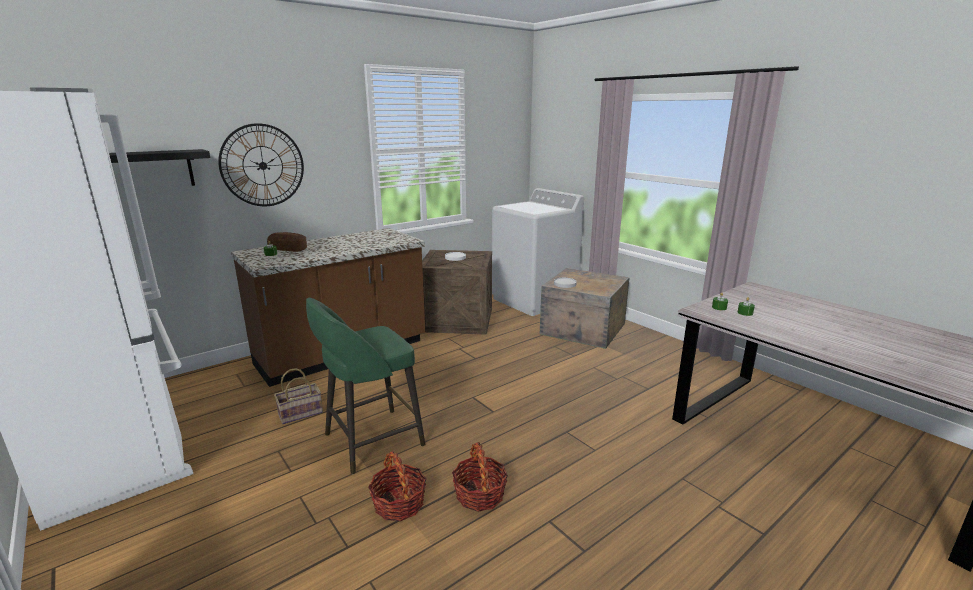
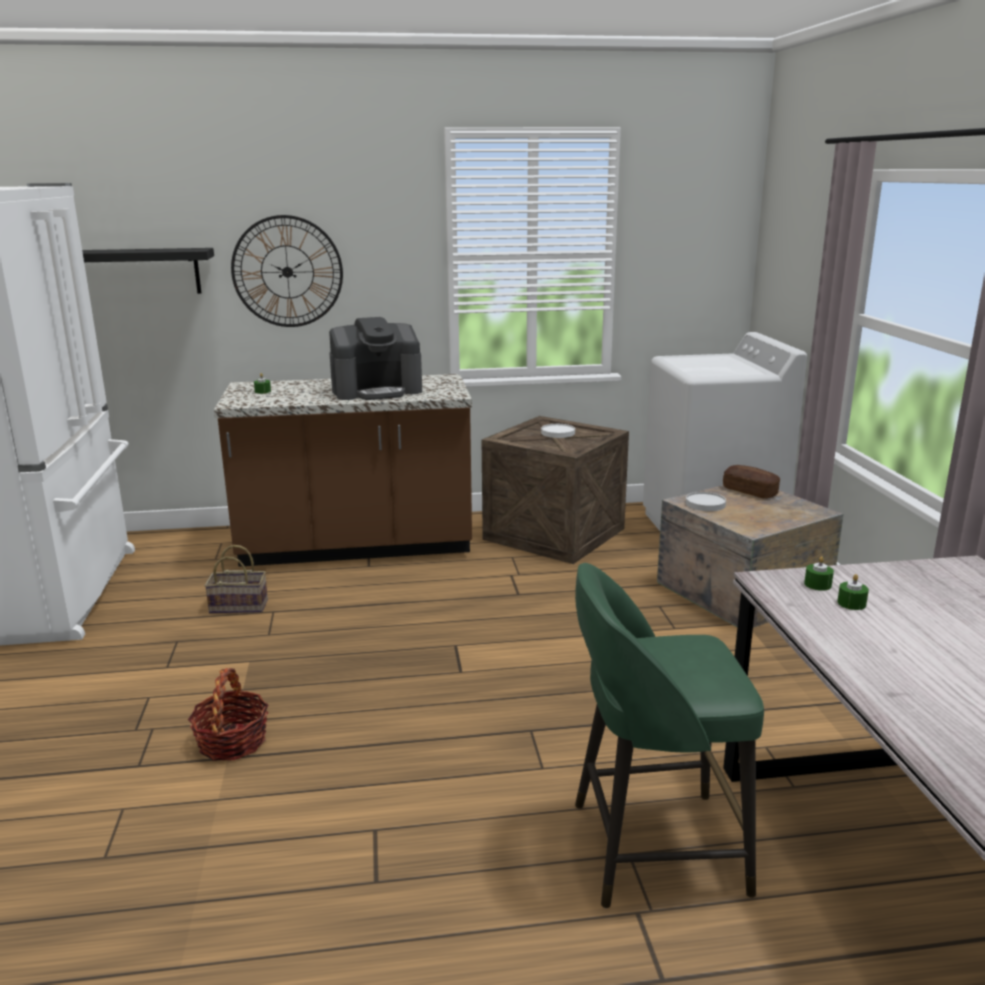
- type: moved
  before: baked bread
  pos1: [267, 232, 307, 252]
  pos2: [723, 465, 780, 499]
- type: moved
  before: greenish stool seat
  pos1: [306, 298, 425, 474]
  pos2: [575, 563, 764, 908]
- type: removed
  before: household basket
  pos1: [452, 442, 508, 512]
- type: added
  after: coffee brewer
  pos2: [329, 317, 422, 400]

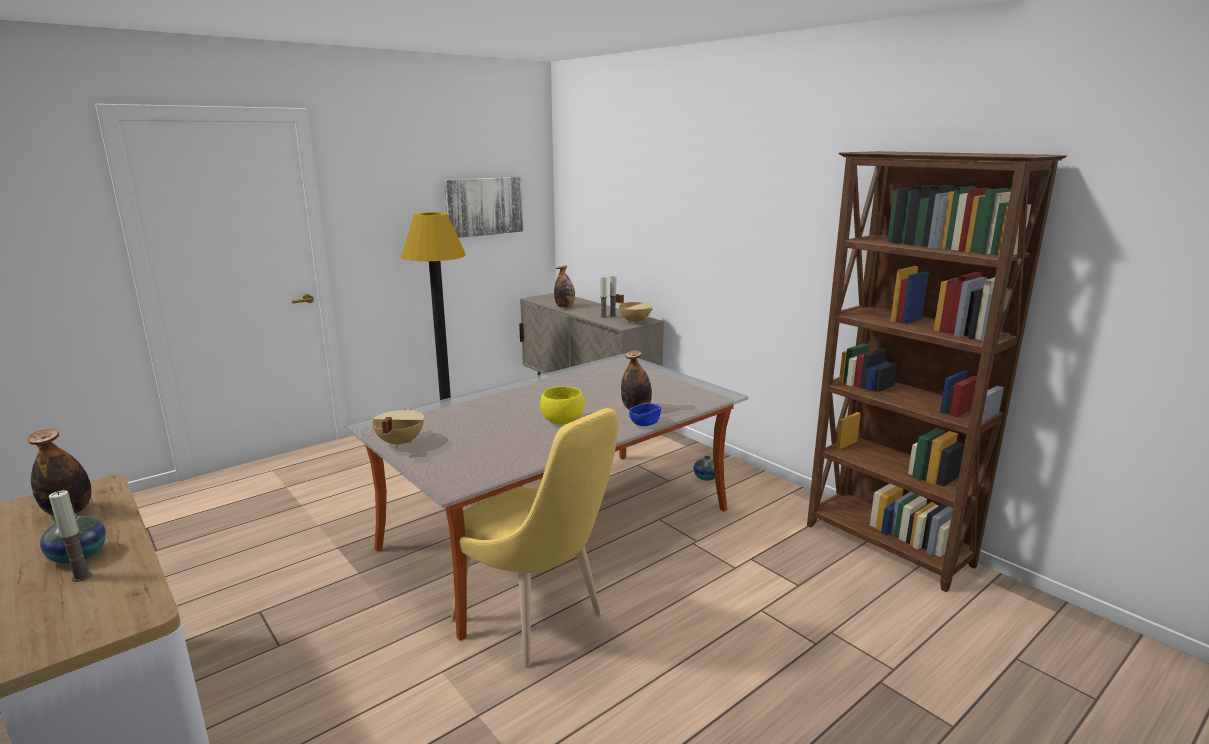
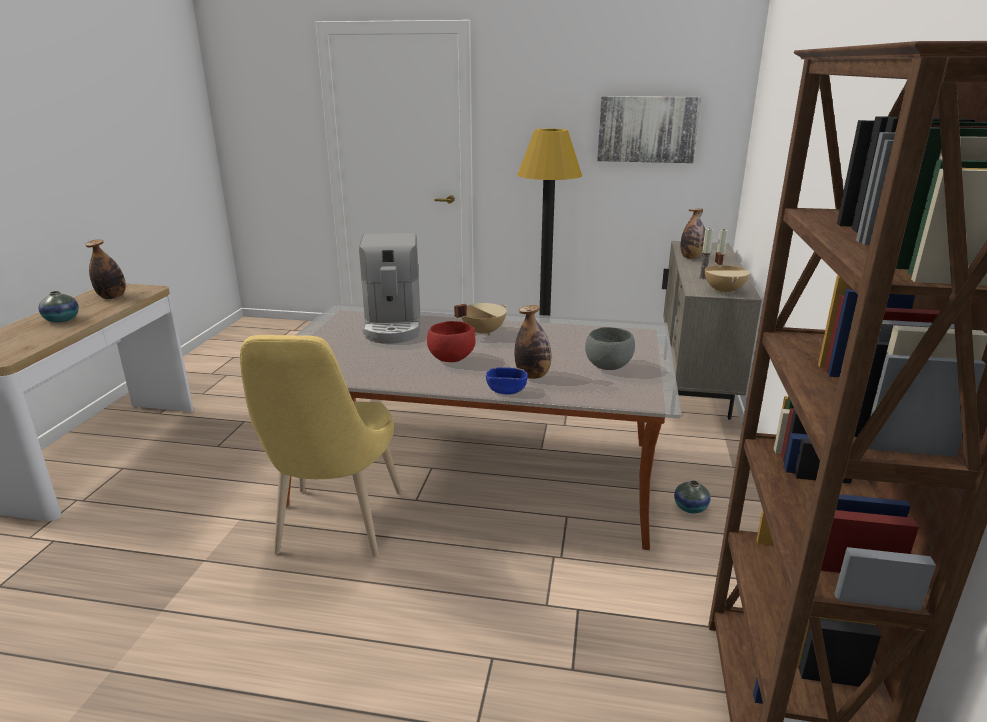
- type: recoloured
  before: yellow-coloured bowl
  after: reddish bowl
  pos1: [540, 387, 585, 425]
  pos2: [427, 321, 476, 362]
- type: moved
  before: sand-coloured stockpot
  pos1: [372, 408, 424, 448]
  pos2: [454, 303, 507, 336]
- type: removed
  before: wax candle
  pos1: [49, 490, 92, 582]
- type: added
  after: coffee brewer
  pos2: [359, 233, 420, 344]
- type: added
  after: grey bowl
  pos2: [585, 327, 635, 370]

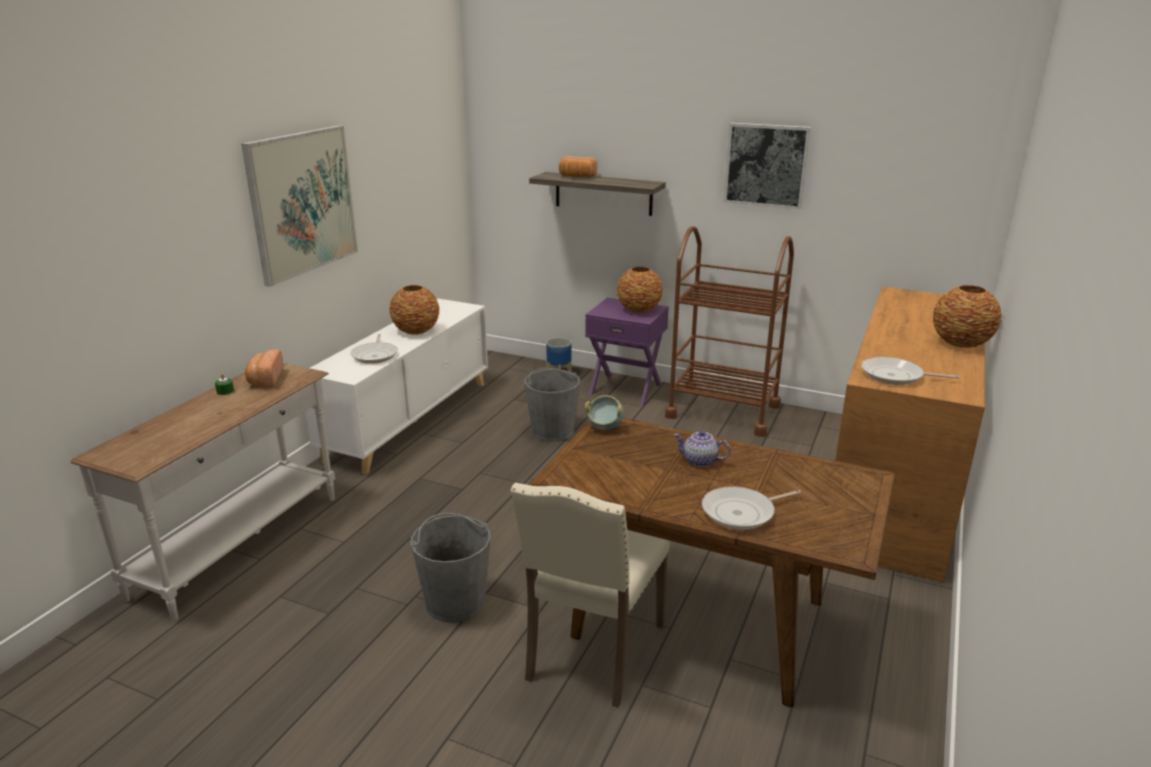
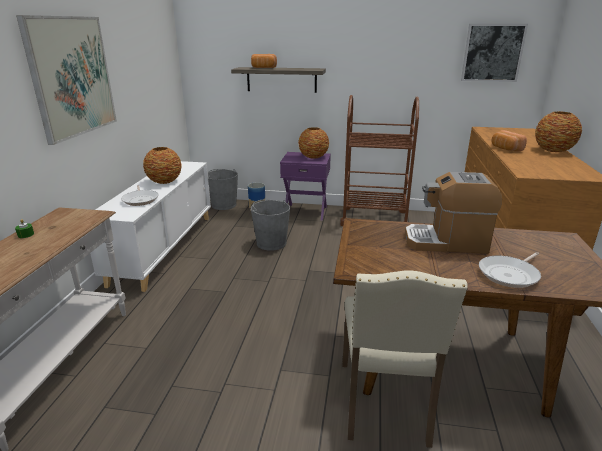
- type: moved
  before: wall art
  pos1: [724, 123, 811, 210]
  pos2: [461, 24, 528, 82]
- type: moved
  before: baked bread
  pos1: [245, 349, 283, 388]
  pos2: [491, 130, 527, 152]
- type: removed
  before: pan
  pos1: [861, 357, 960, 385]
- type: removed
  before: bowl
  pos1: [585, 395, 623, 430]
- type: replaced
  before: pot for tea
  after: coffee brewer
  pos1: [673, 431, 730, 467]
  pos2: [405, 172, 502, 254]
- type: moved
  before: grey pail
  pos1: [411, 513, 490, 623]
  pos2: [208, 169, 238, 210]

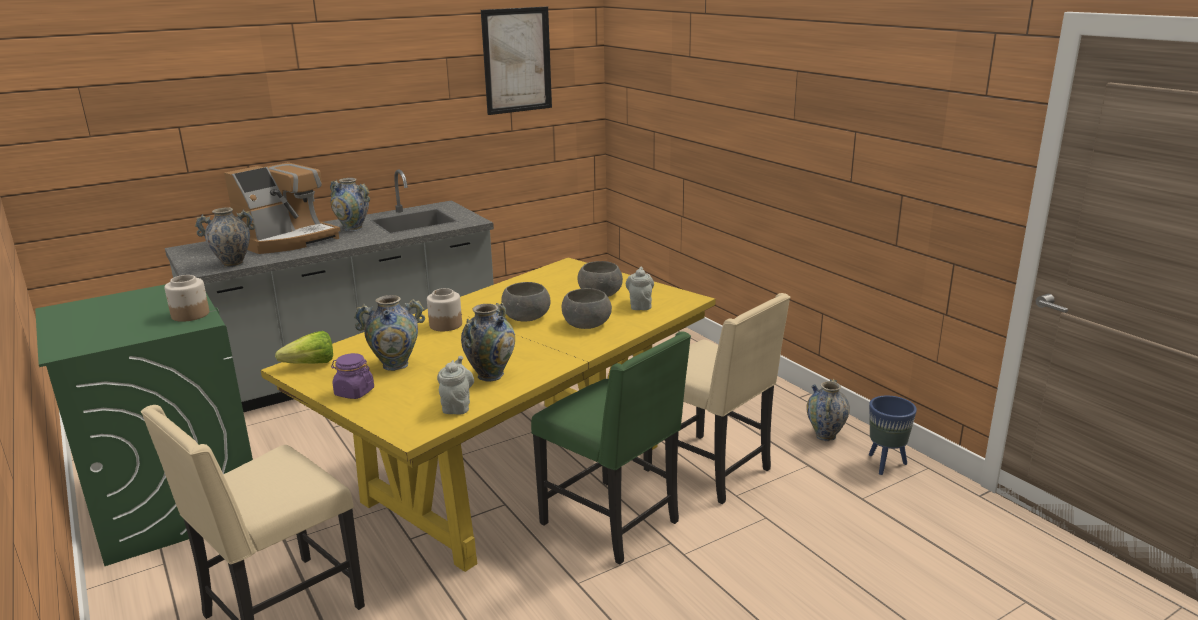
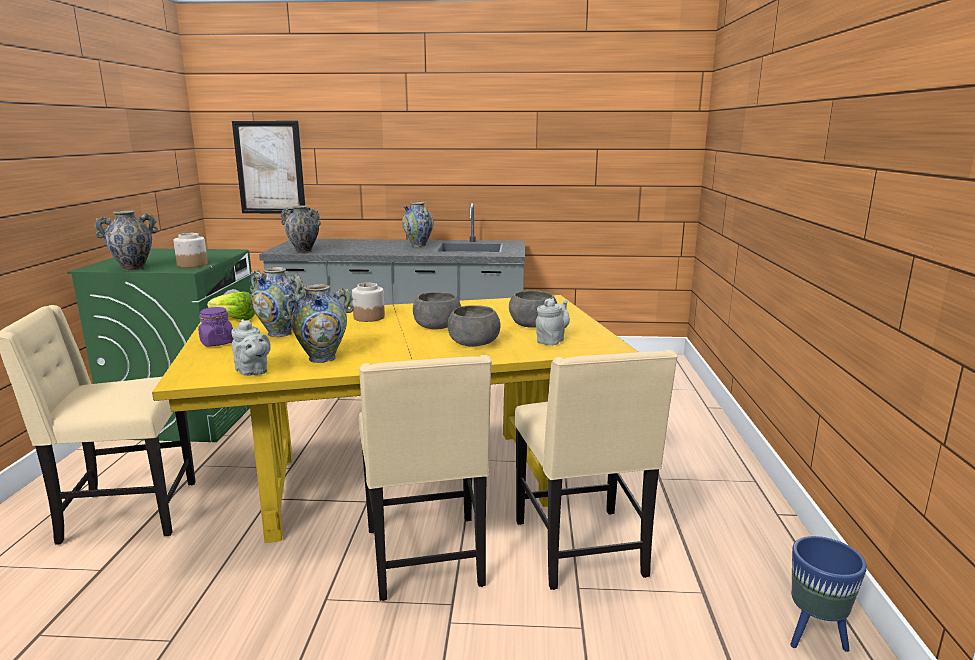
- type: moved
  before: wall art
  pos1: [481, 6, 552, 115]
  pos2: [232, 121, 305, 214]
- type: removed
  before: coffee brewer
  pos1: [224, 162, 340, 254]
- type: recoloured
  before: greenish upright chair
  after: sand-coloured upright chair
  pos1: [531, 331, 691, 565]
  pos2: [359, 355, 492, 601]
- type: turned
  before: grey pot for tea
  pos1: [437, 356, 474, 415]
  pos2: [231, 319, 271, 376]
  turn: 105
- type: moved
  before: decorative vase
  pos1: [807, 379, 850, 441]
  pos2: [94, 210, 158, 271]

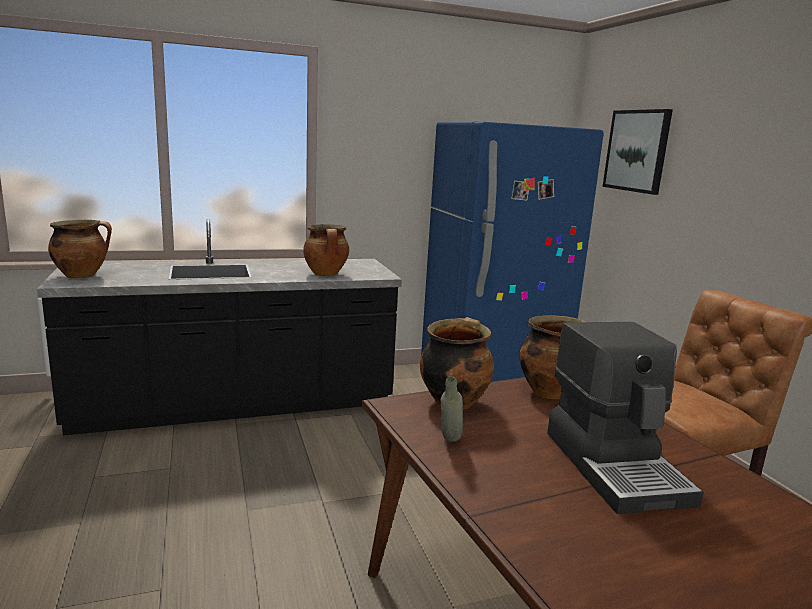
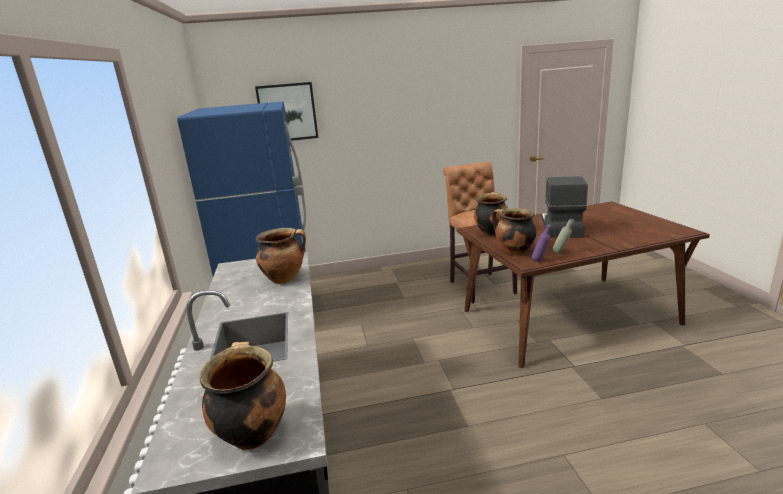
- type: turned
  before: coffee brewer
  pos1: [547, 322, 703, 514]
  pos2: [542, 176, 588, 238]
  turn: -75
- type: added
  after: purple beverage bottle
  pos2: [531, 224, 552, 262]

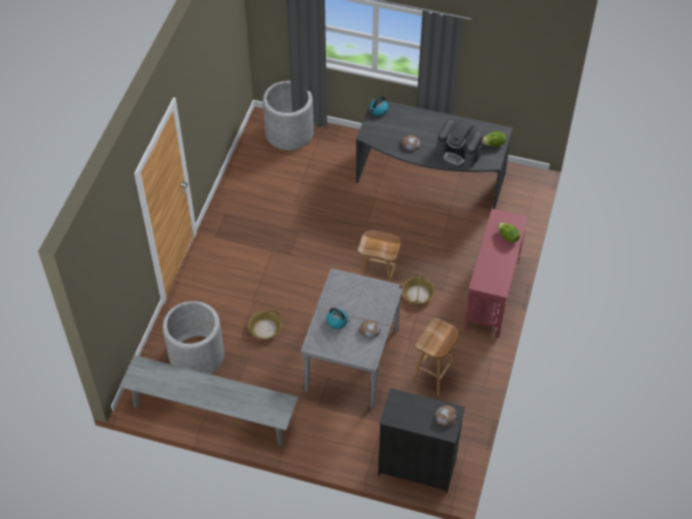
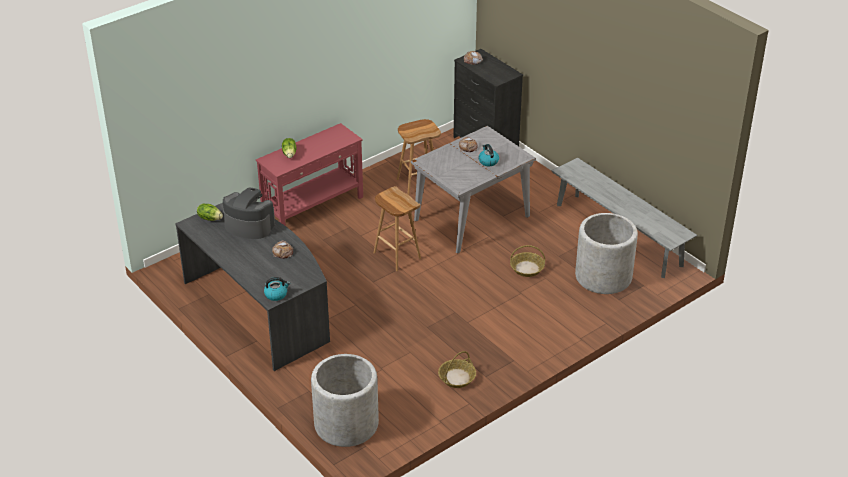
- type: turned
  before: coffee brewer
  pos1: [436, 119, 483, 168]
  pos2: [223, 187, 275, 239]
  turn: -45
- type: moved
  before: household basket
  pos1: [402, 272, 435, 305]
  pos2: [438, 351, 476, 388]

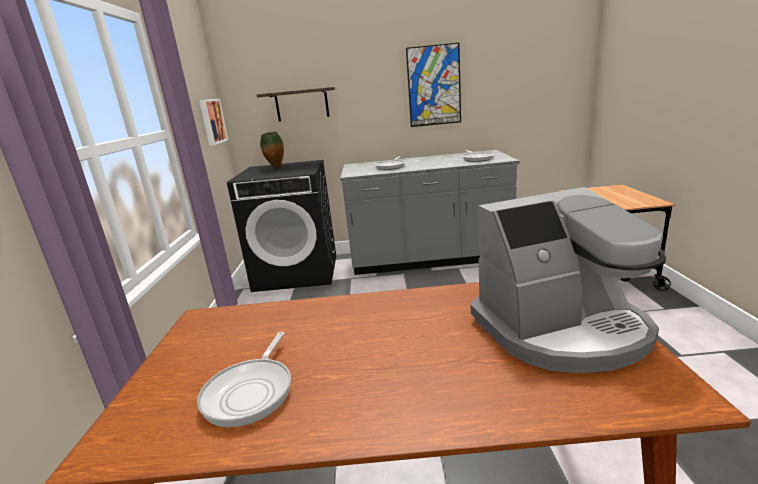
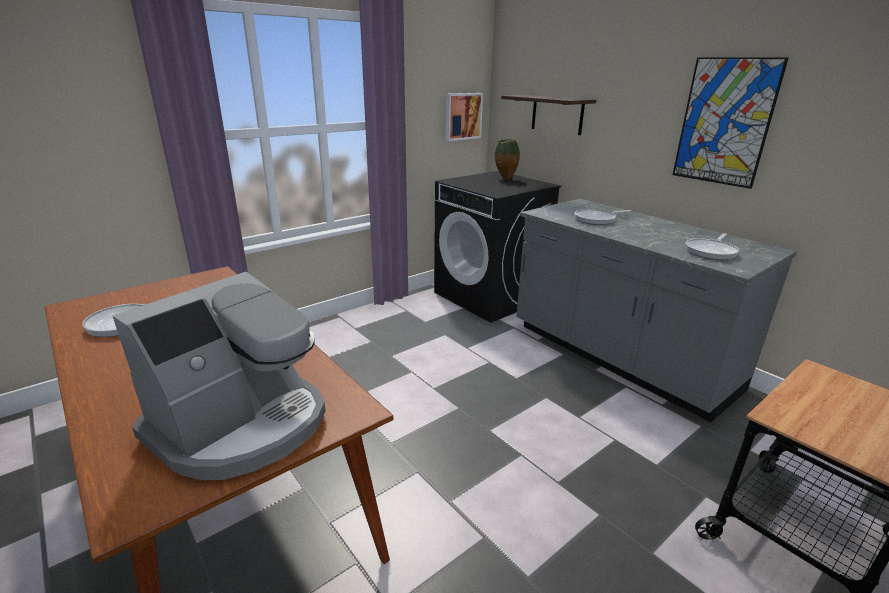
- type: turned
  before: coffee brewer
  pos1: [471, 187, 666, 373]
  pos2: [113, 272, 326, 480]
  turn: -90

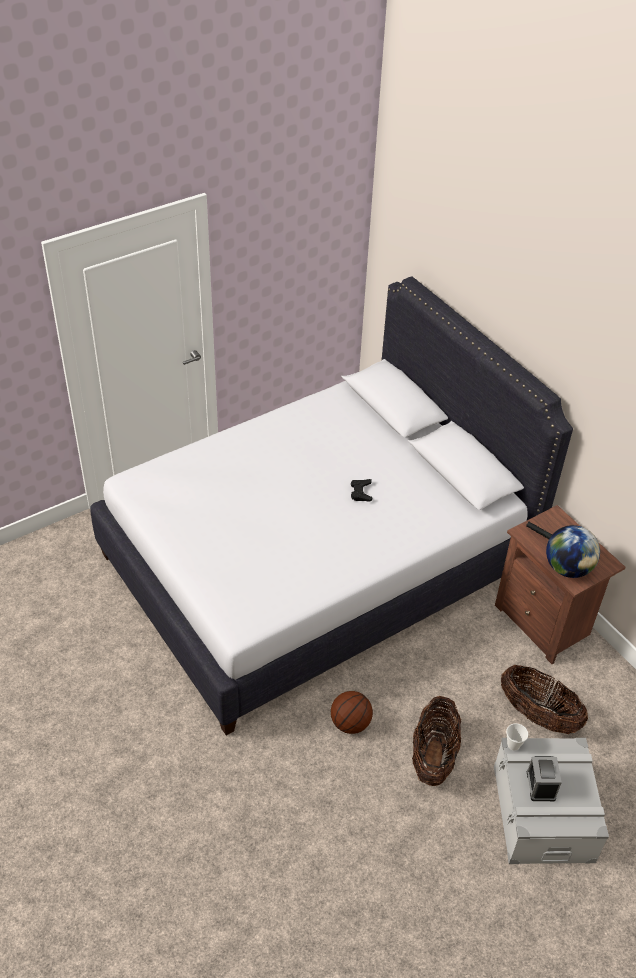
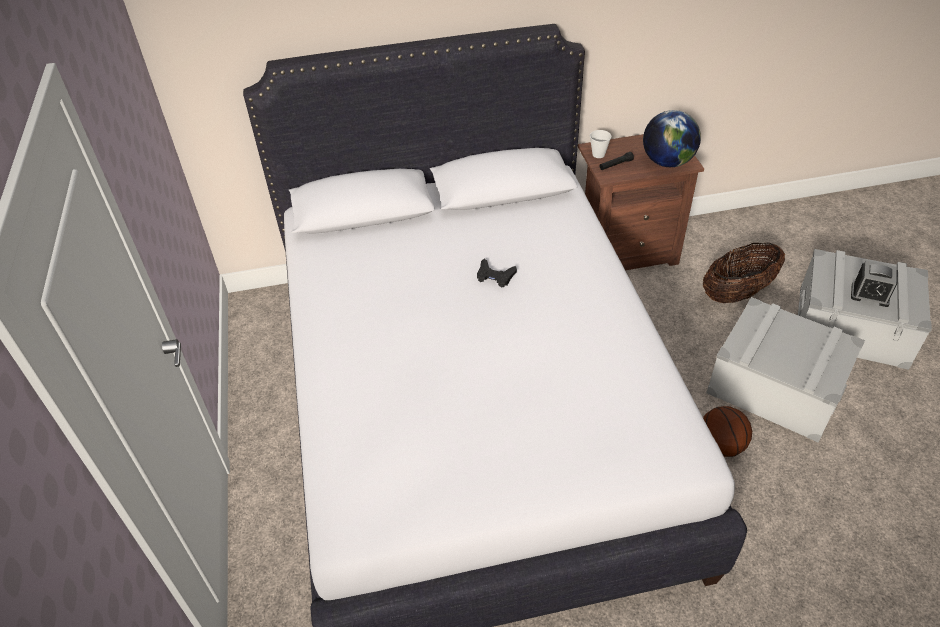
- type: replaced
  before: household basket
  after: grey storage container
  pos1: [412, 696, 461, 786]
  pos2: [706, 297, 865, 443]
- type: moved
  before: cup
  pos1: [506, 723, 528, 751]
  pos2: [590, 130, 611, 158]

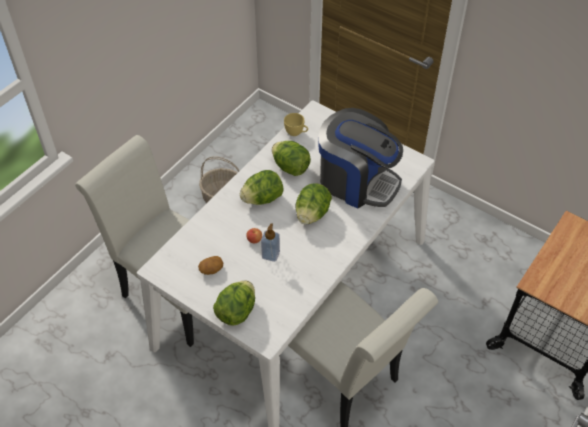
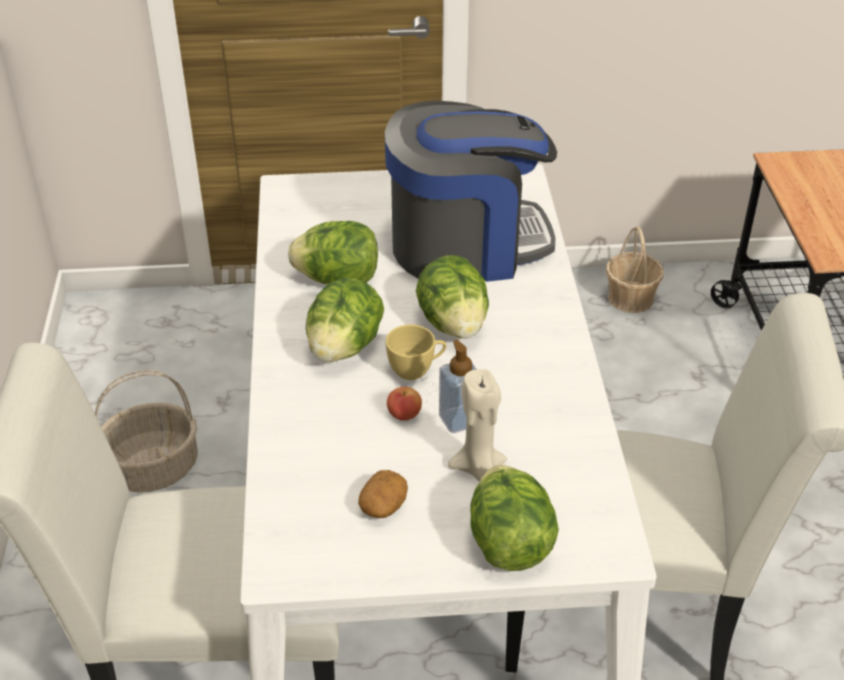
- type: moved
  before: yellow-coloured cup
  pos1: [284, 113, 308, 136]
  pos2: [386, 324, 447, 380]
- type: added
  after: household basket
  pos2: [606, 226, 664, 313]
- type: added
  after: sand-coloured wax candle
  pos2: [448, 369, 507, 482]

